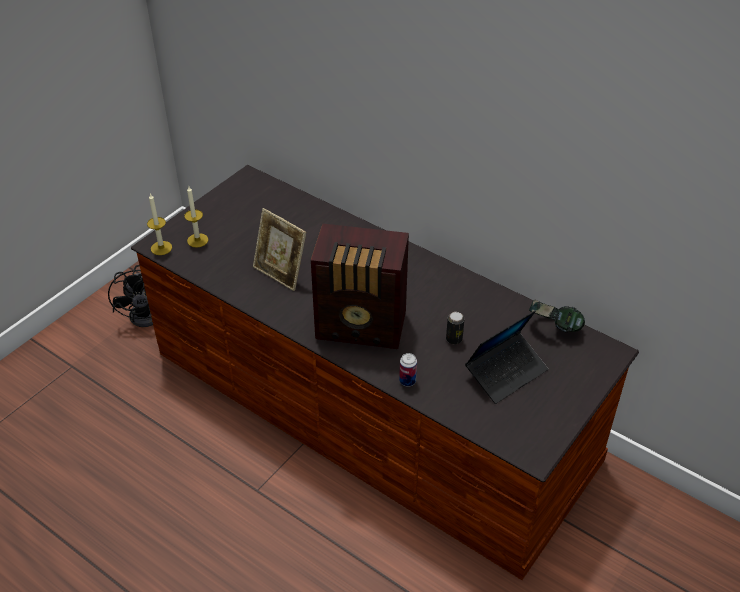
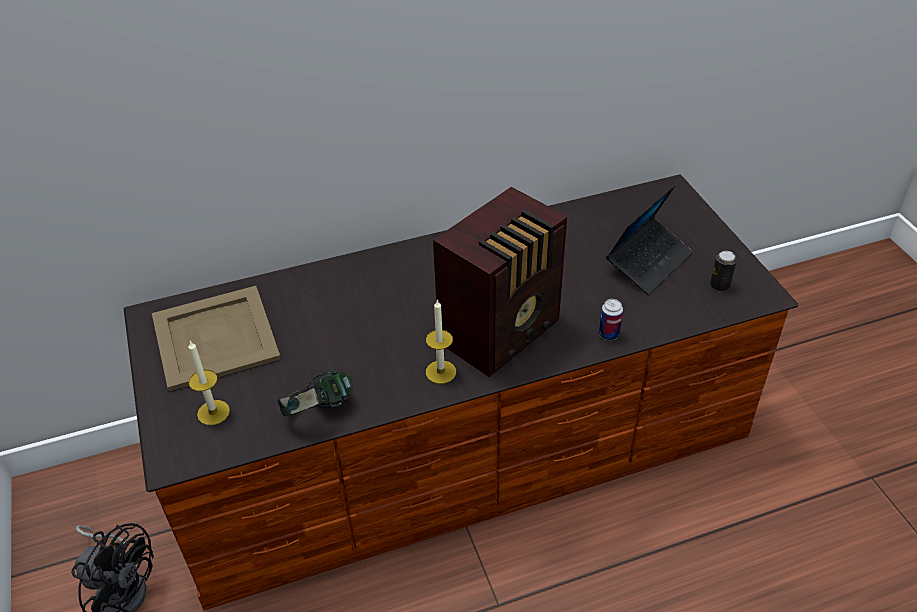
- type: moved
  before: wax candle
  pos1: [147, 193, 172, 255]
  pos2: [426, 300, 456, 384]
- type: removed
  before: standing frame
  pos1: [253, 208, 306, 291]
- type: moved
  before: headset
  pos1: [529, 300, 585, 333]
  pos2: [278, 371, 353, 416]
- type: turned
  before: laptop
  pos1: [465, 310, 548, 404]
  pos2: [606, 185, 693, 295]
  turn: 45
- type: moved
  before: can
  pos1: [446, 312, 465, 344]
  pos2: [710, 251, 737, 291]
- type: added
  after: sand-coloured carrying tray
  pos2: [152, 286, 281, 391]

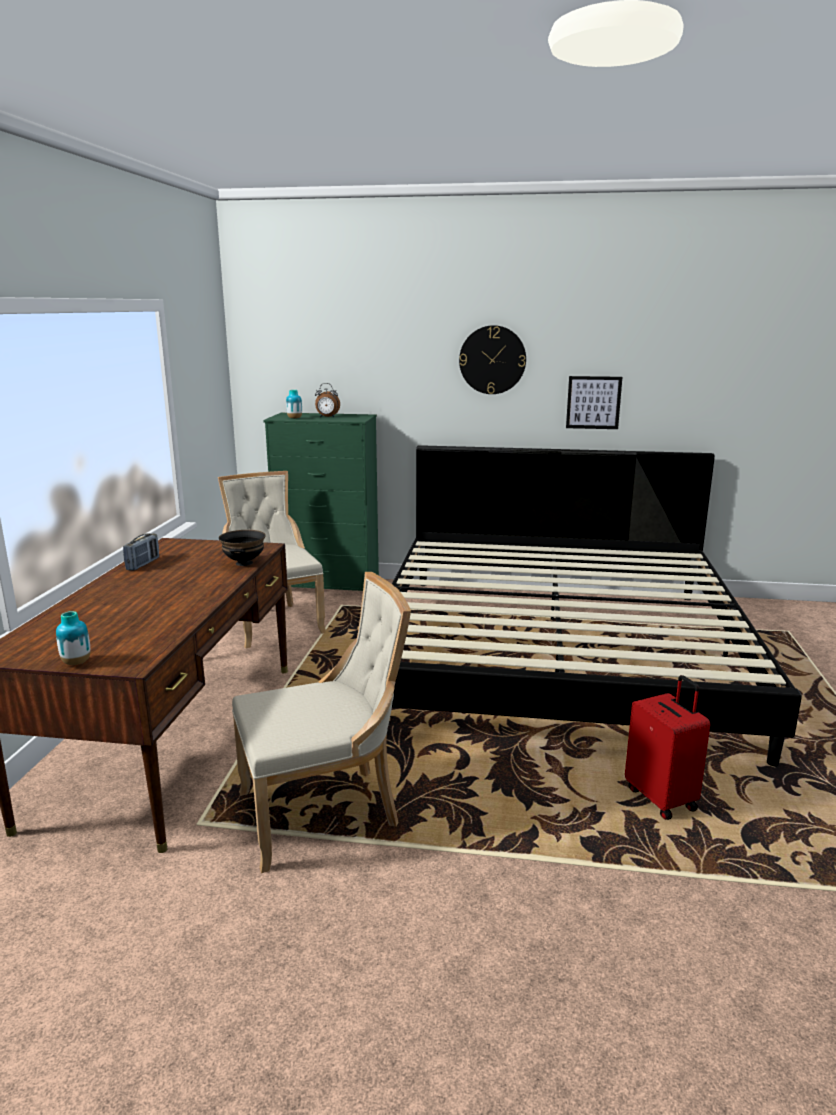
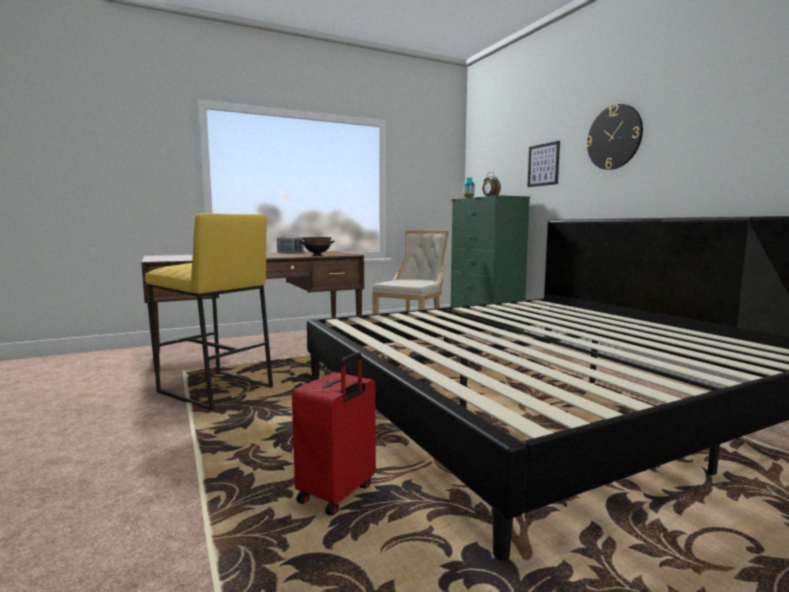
- type: moved
  before: wall art
  pos1: [566, 376, 622, 429]
  pos2: [527, 141, 560, 187]
- type: replaced
  before: sand-coloured upright chair
  after: yellow-coloured stool seat
  pos1: [232, 572, 411, 873]
  pos2: [145, 213, 273, 410]
- type: removed
  before: decorative vase
  pos1: [56, 611, 90, 665]

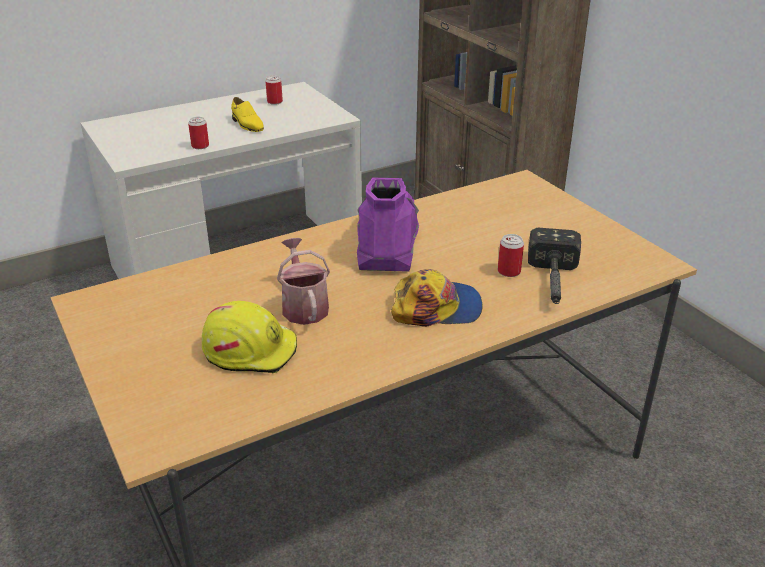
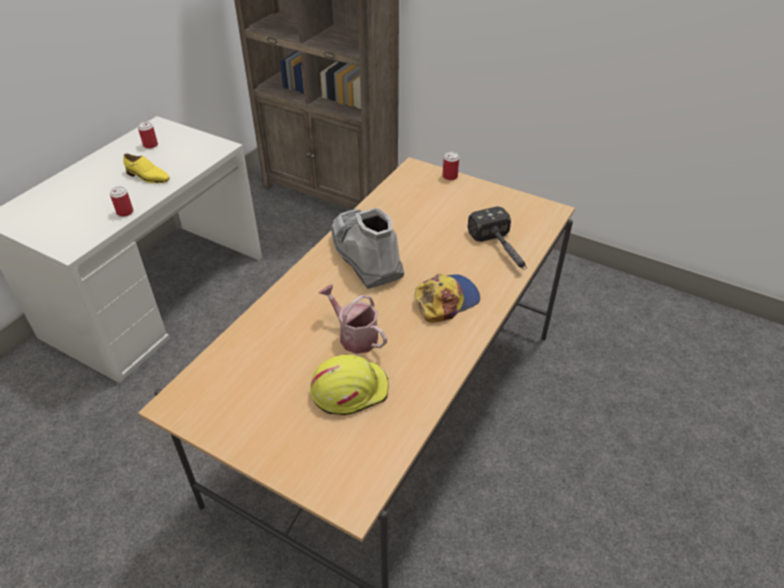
- type: recoloured
  before: purple high-top boot
  after: grey high-top boot
  pos1: [357, 178, 419, 272]
  pos2: [331, 207, 404, 289]
- type: moved
  before: can
  pos1: [498, 234, 524, 277]
  pos2: [443, 151, 459, 180]

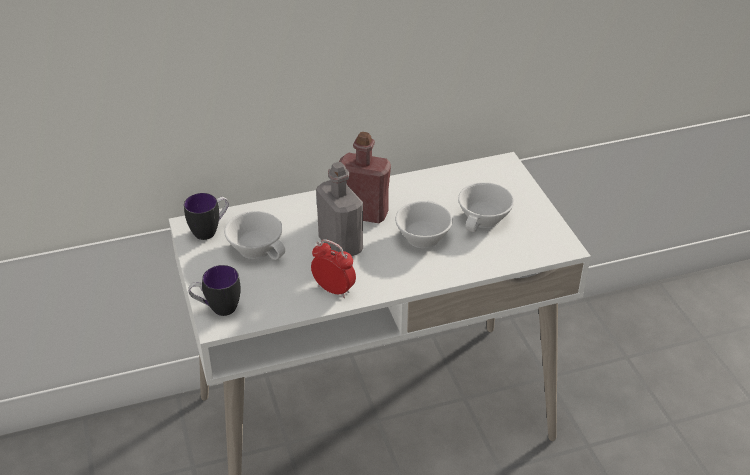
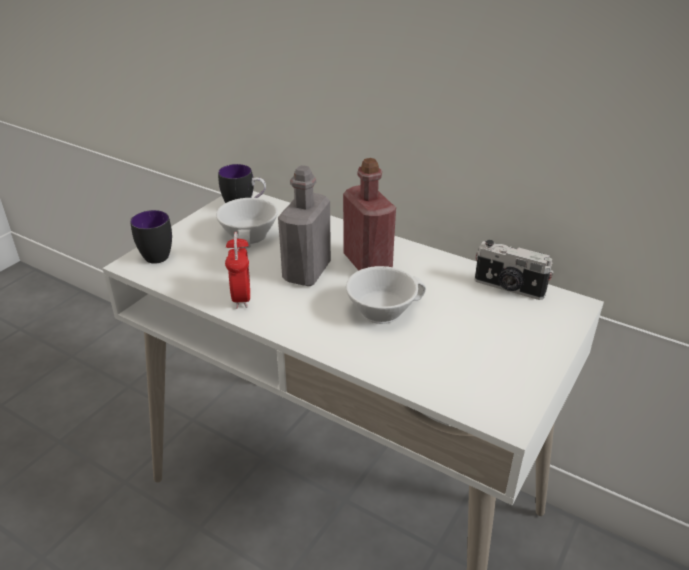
- type: removed
  before: white cup
  pos1: [458, 182, 514, 232]
- type: added
  after: still camera
  pos2: [475, 240, 554, 300]

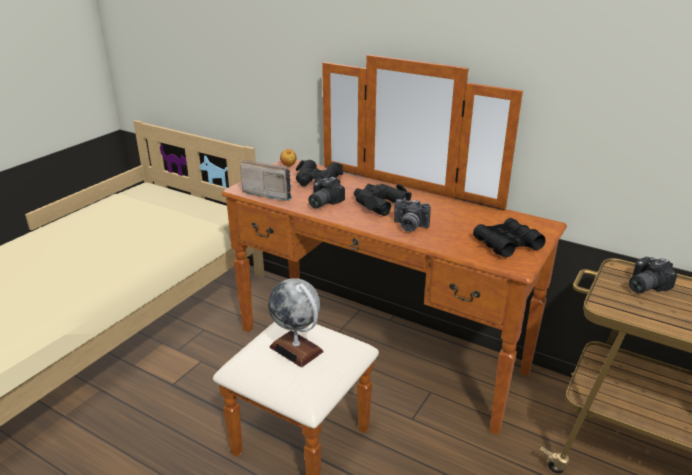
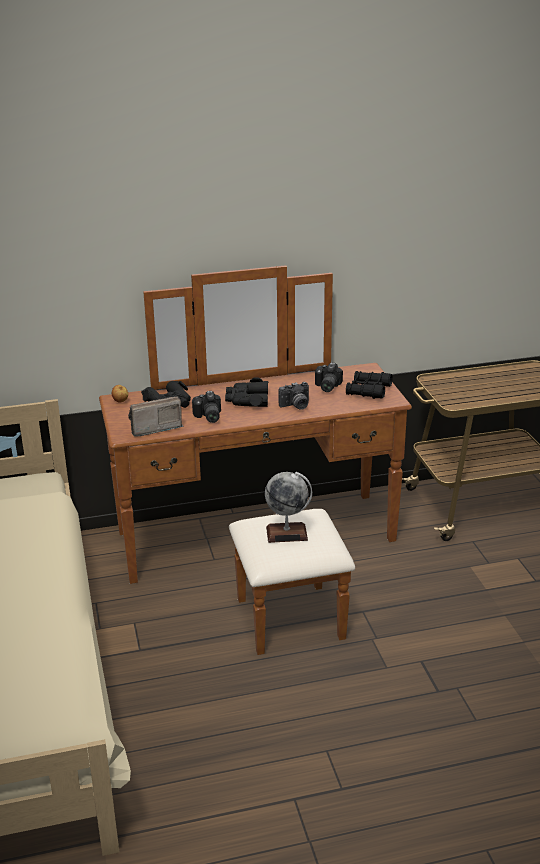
- type: moved
  before: still camera
  pos1: [629, 257, 677, 293]
  pos2: [315, 363, 343, 392]

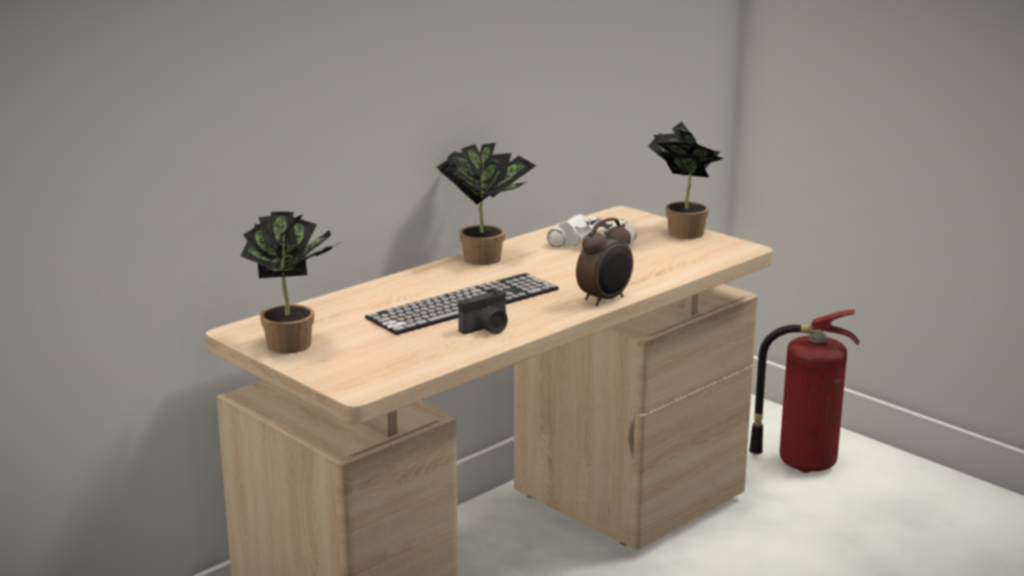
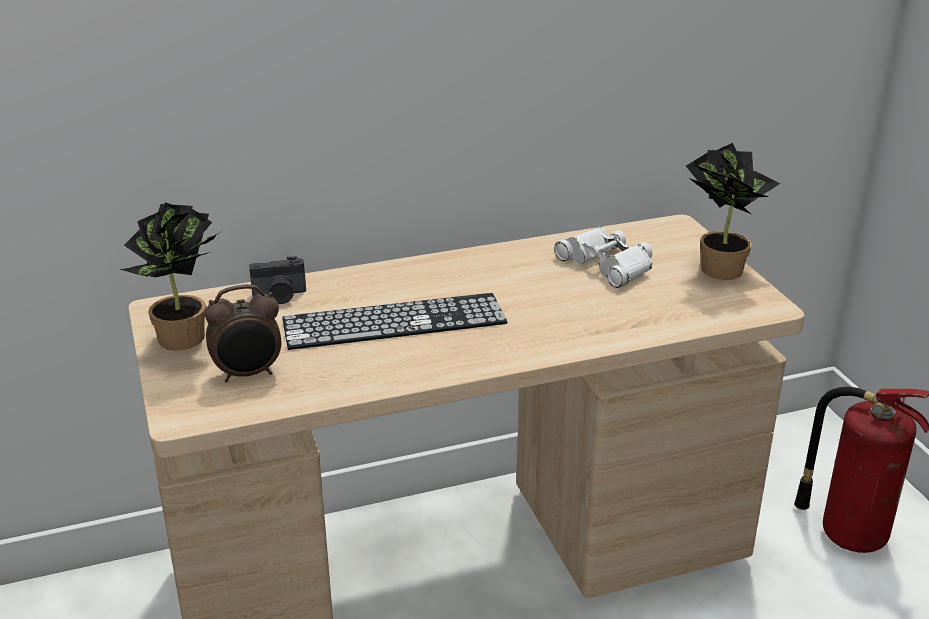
- type: removed
  before: houseplant
  pos1: [436, 143, 536, 265]
- type: moved
  before: alarm clock
  pos1: [576, 218, 633, 306]
  pos2: [205, 284, 281, 382]
- type: moved
  before: still camera
  pos1: [458, 288, 508, 334]
  pos2: [249, 256, 306, 304]

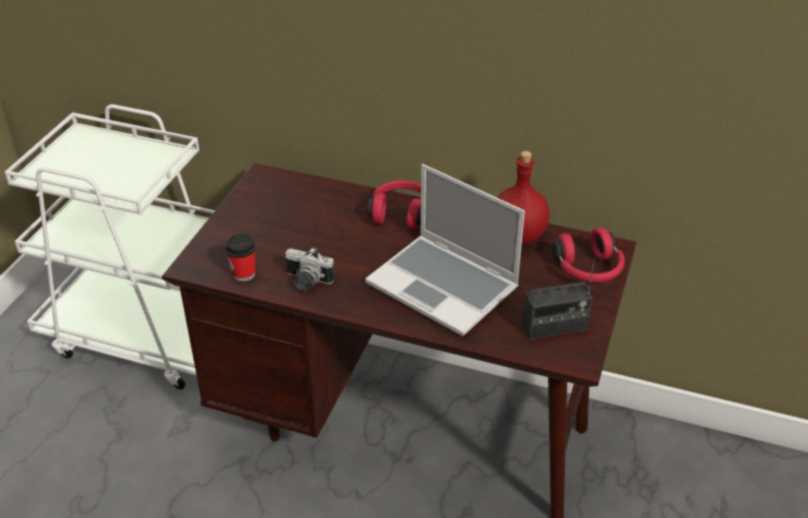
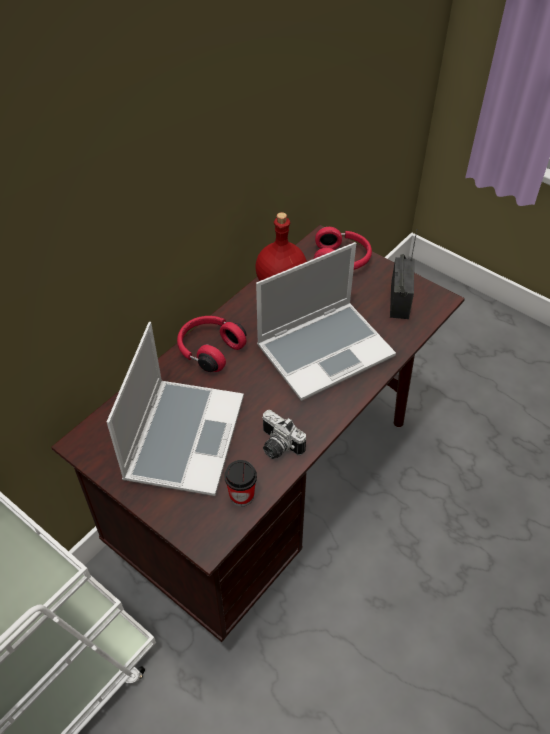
- type: turned
  before: still camera
  pos1: [285, 247, 335, 291]
  pos2: [262, 410, 306, 459]
  turn: 90
- type: added
  after: laptop
  pos2: [107, 322, 244, 496]

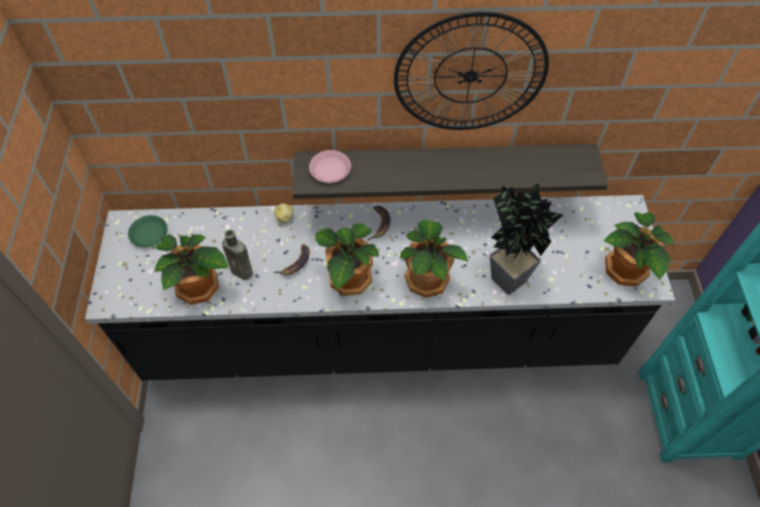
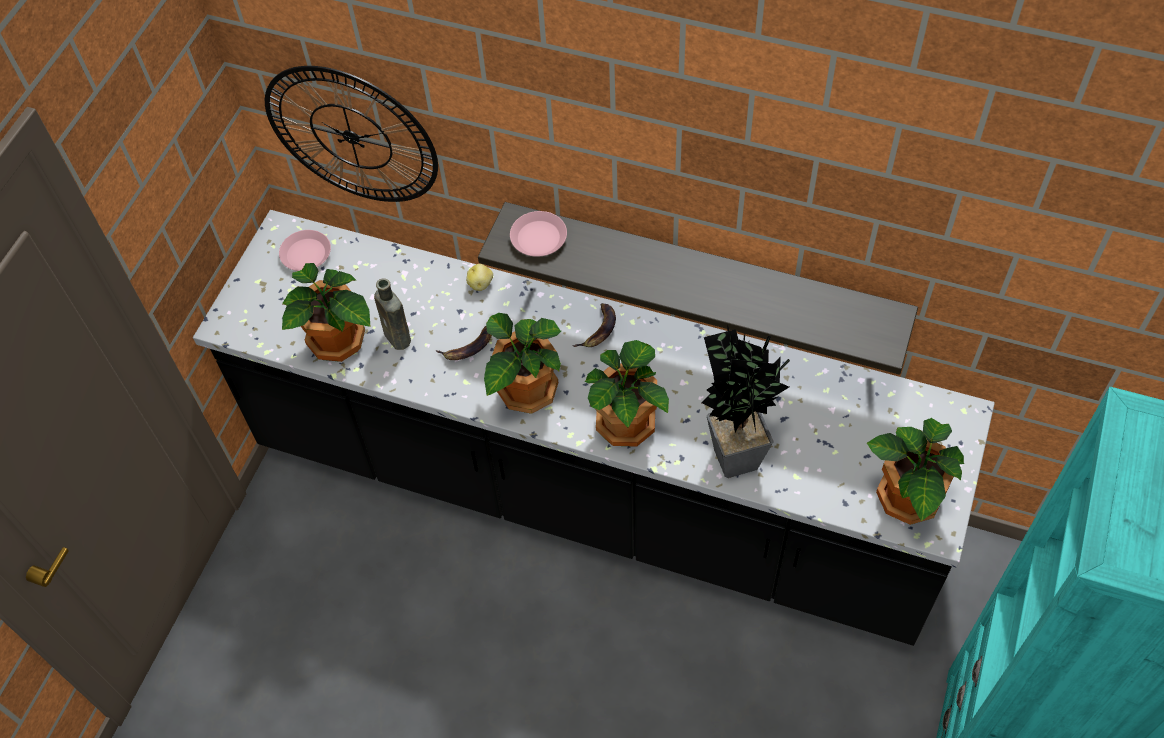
- type: moved
  before: hanging clock
  pos1: [394, 12, 549, 130]
  pos2: [265, 66, 438, 202]
- type: recoloured
  before: greenish flat dish
  after: pink flat dish
  pos1: [128, 215, 168, 247]
  pos2: [279, 230, 331, 271]

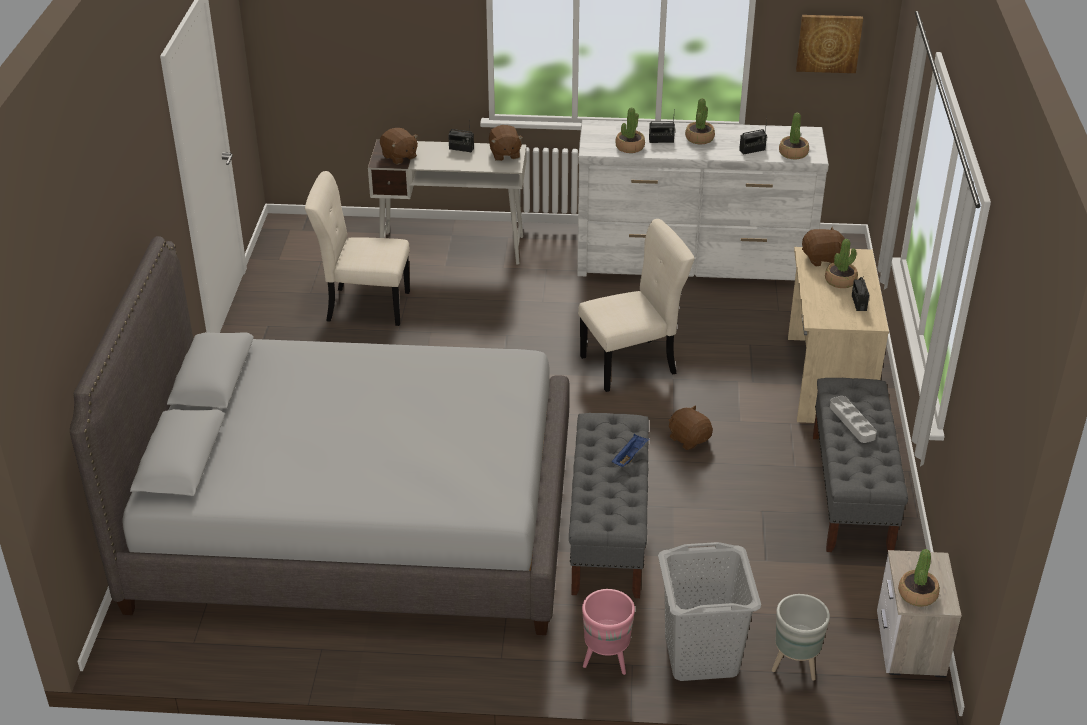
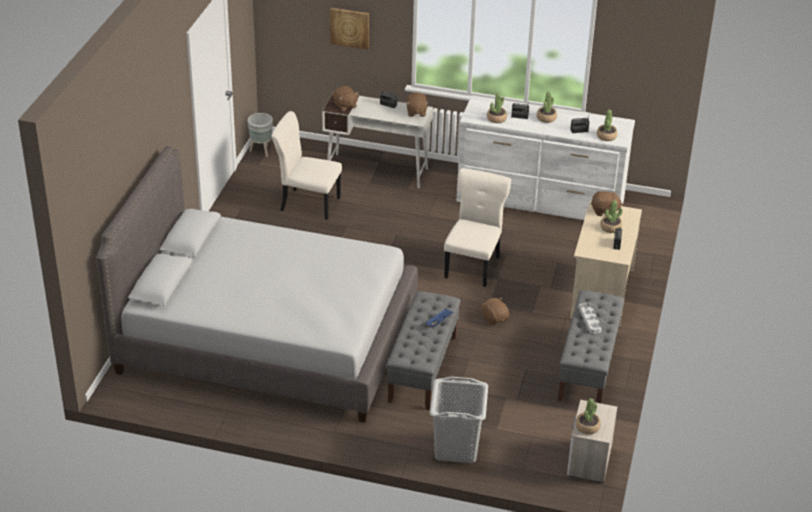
- type: moved
  before: wall art
  pos1: [796, 15, 863, 73]
  pos2: [330, 8, 369, 50]
- type: turned
  before: sand-coloured upright chair
  pos1: [578, 219, 695, 392]
  pos2: [444, 168, 511, 287]
  turn: -60
- type: removed
  before: pink flower pot
  pos1: [582, 589, 635, 675]
- type: moved
  before: grey flower pot
  pos1: [772, 594, 830, 681]
  pos2: [248, 113, 273, 157]

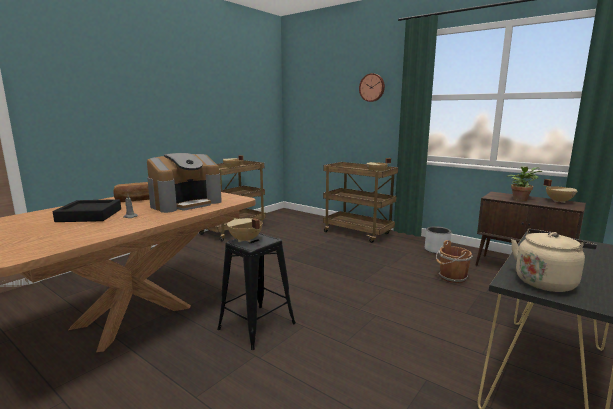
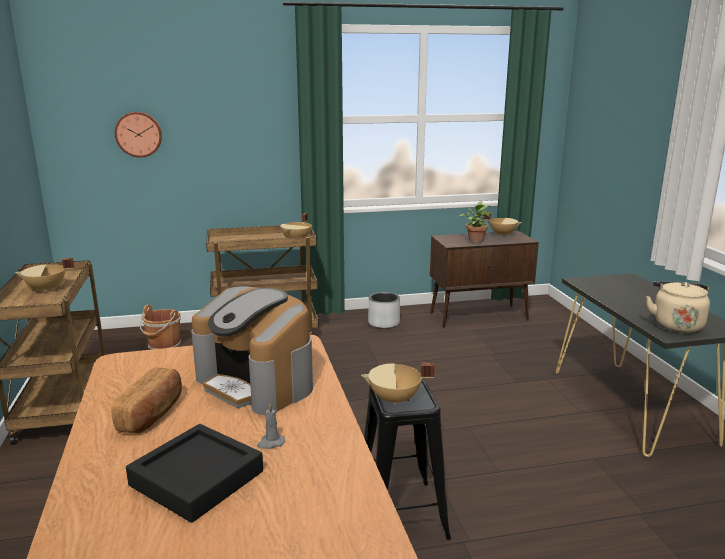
- type: moved
  before: hanging clock
  pos1: [359, 73, 385, 102]
  pos2: [115, 112, 162, 158]
- type: turned
  before: coffee brewer
  pos1: [147, 153, 222, 213]
  pos2: [191, 286, 313, 415]
  turn: 135
- type: moved
  before: brownish pail
  pos1: [436, 240, 473, 283]
  pos2: [139, 305, 181, 350]

